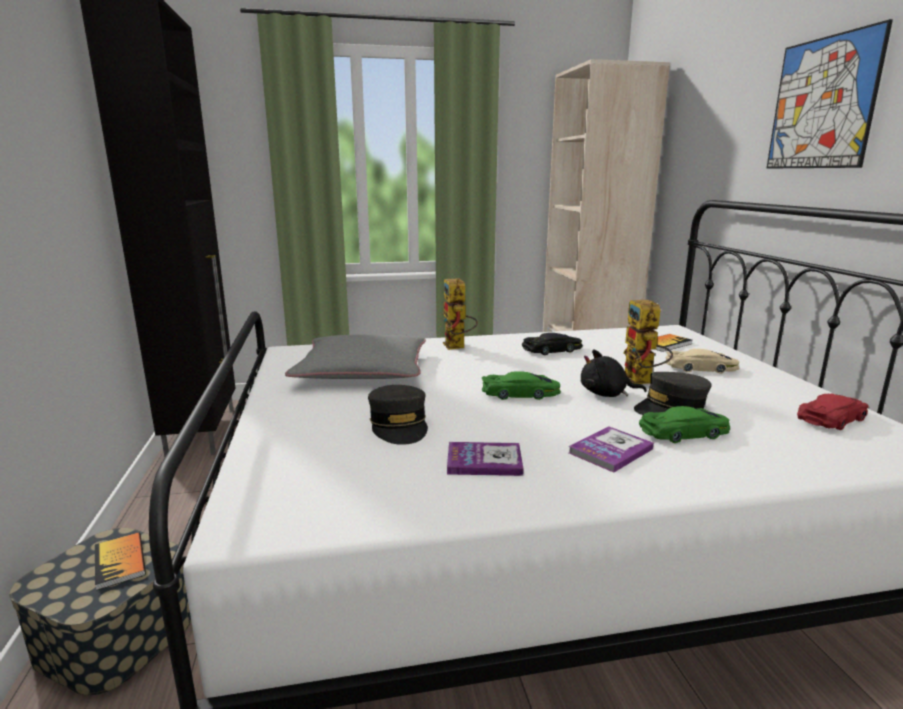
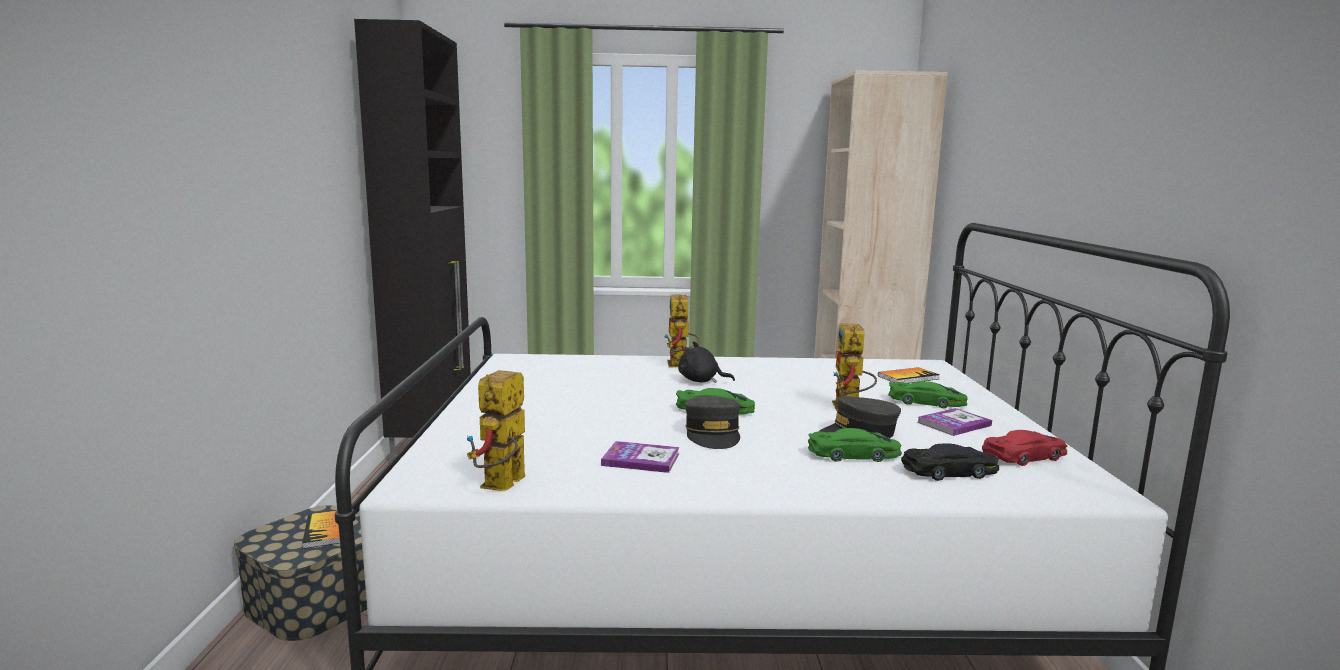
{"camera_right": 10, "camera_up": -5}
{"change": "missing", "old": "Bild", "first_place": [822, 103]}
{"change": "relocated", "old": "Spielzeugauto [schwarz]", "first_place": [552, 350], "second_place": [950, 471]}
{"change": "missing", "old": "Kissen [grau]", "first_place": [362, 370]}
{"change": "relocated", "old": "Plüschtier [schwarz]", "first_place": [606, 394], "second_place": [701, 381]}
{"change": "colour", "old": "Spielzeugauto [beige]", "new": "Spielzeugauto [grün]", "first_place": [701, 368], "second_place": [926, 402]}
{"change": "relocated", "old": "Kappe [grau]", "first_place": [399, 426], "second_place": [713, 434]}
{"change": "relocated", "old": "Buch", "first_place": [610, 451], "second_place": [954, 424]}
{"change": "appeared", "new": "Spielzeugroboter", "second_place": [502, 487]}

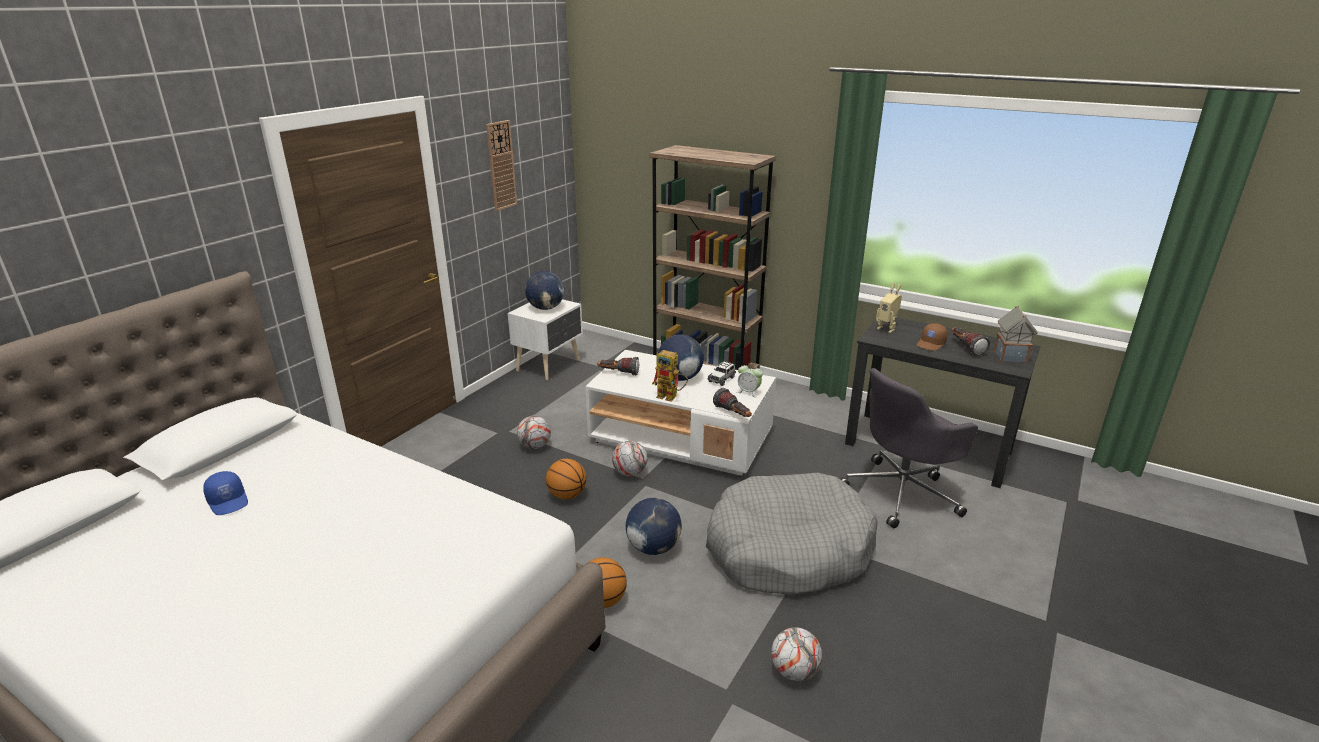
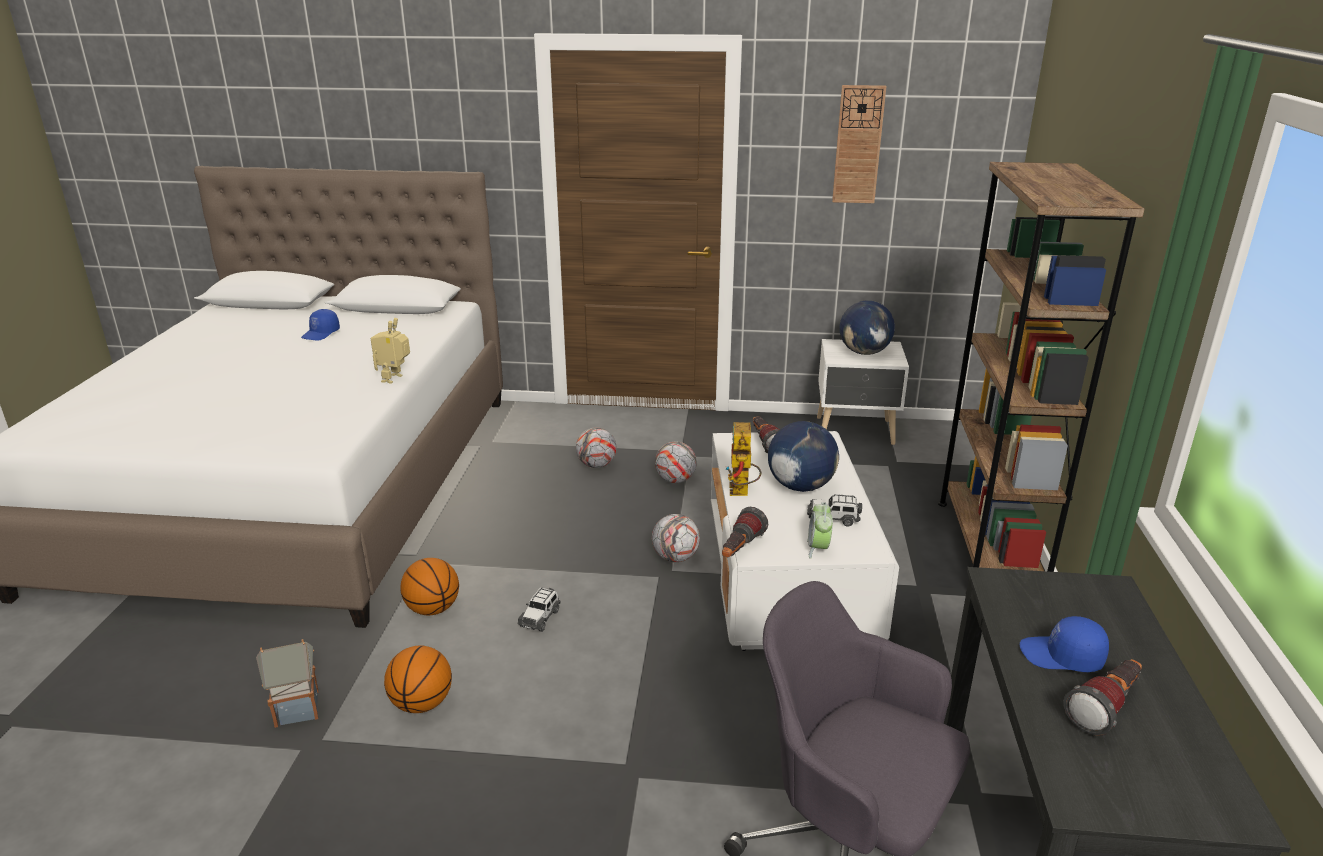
{"camera_right": 65, "camera_up": 0}
{"change": "relocated", "old": "Spielzeugroboter", "first_place": [887, 328], "second_place": [395, 379]}
{"change": "relocated", "old": "Spielzeughaus", "first_place": [1009, 356], "second_place": [298, 708]}
{"change": "colour", "old": "Kappe [braun]", "new": "Kappe [blau]", "first_place": [931, 344], "second_place": [1061, 657]}
{"change": "relocated", "old": "Basketball", "first_place": [567, 495], "second_place": [422, 703]}
{"change": "missing", "old": "Hundebett [grau]", "first_place": [788, 549]}
{"change": "exchanged", "old": "Globus", "new": "Spielzeugauto", "first_place": [653, 547], "second_place": [540, 617]}
{"change": "relocated", "old": "Fußball", "first_place": [794, 672], "second_place": [596, 465]}

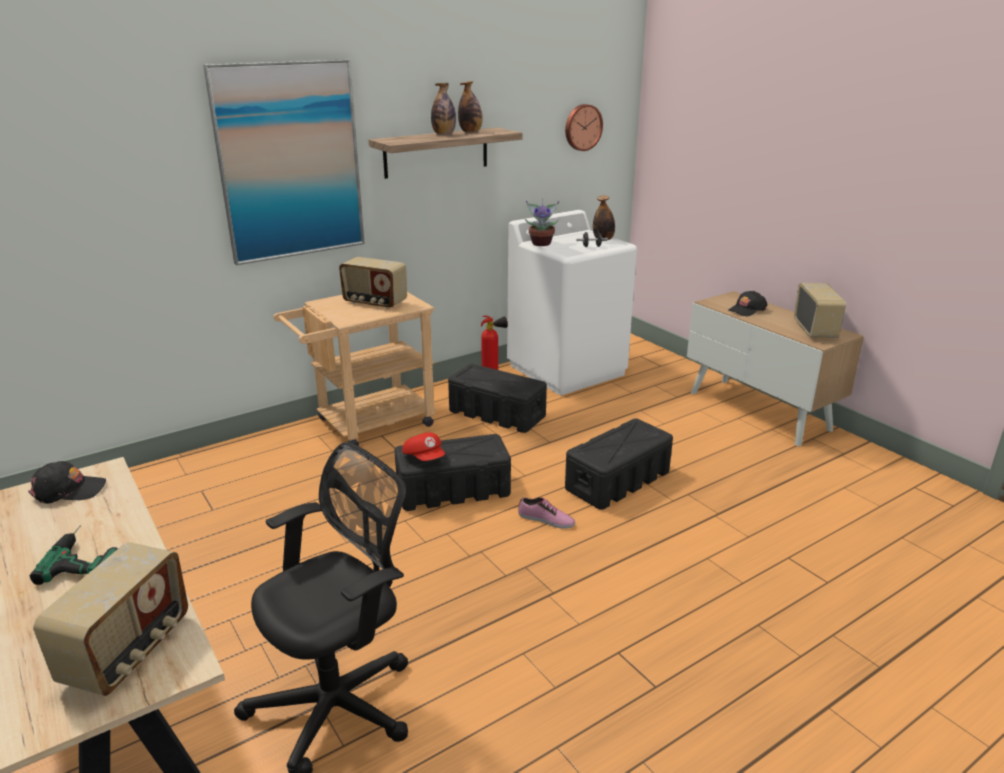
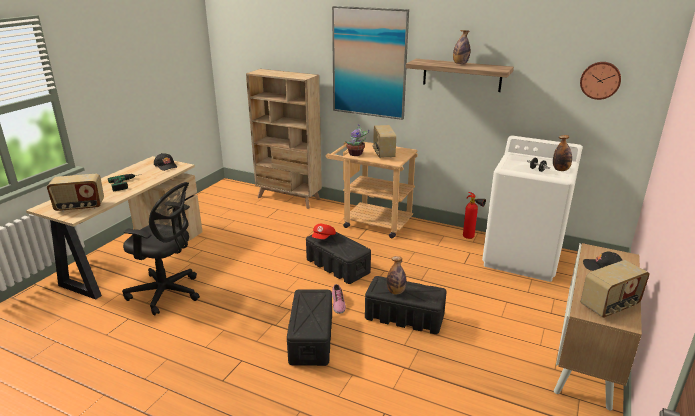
{"camera_right": 60, "camera_up": 0}
{"change": "relocated", "old": "Flasche", "first_place": [470, 132], "second_place": [396, 292]}
{"change": "relocated", "old": "Topfpflanze", "first_place": [541, 243], "second_place": [356, 154]}
{"change": "relocated", "old": "Aufbewahrungsbox [schwarz]", "first_place": [497, 414], "second_place": [311, 339]}
{"change": "appeared", "new": "Bücherregal [beige]", "second_place": [289, 198]}

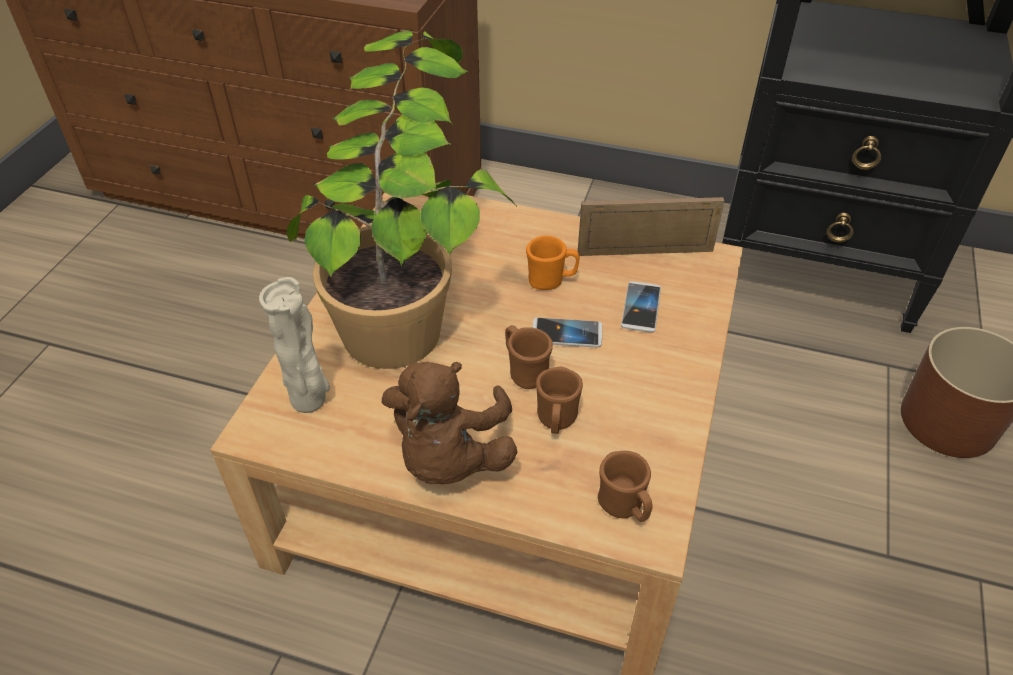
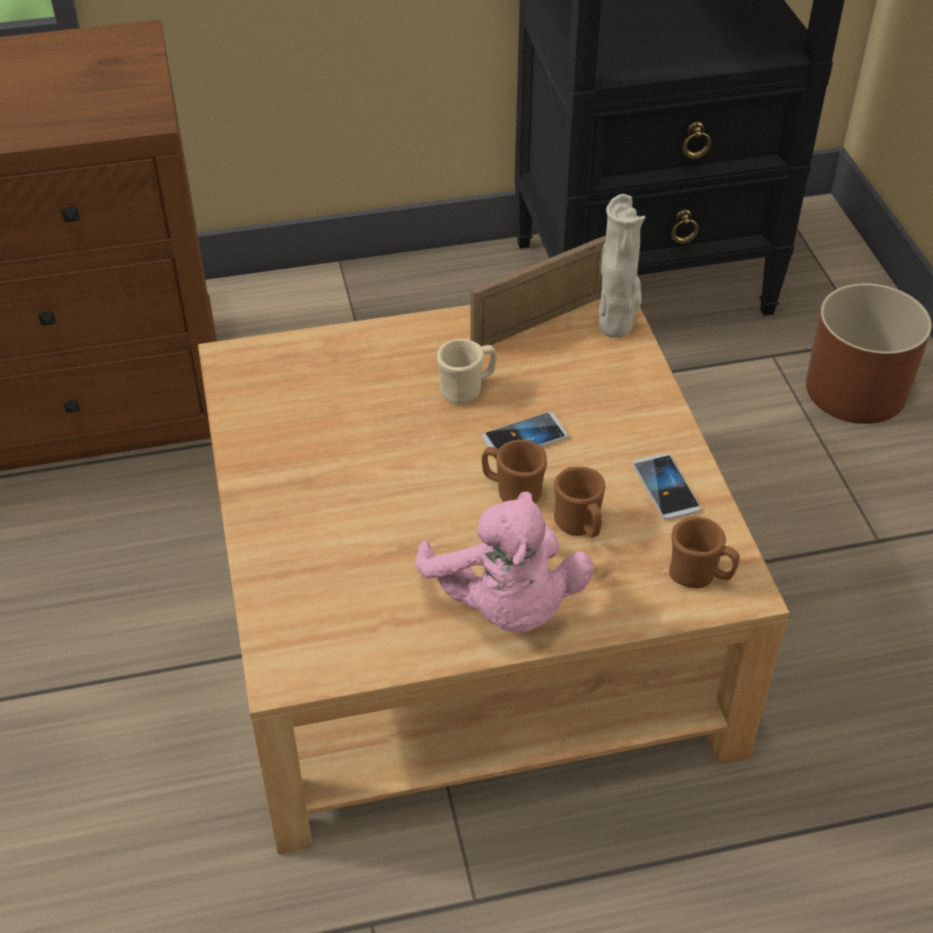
{"camera_right": -30, "camera_up": 0}
{"change": "missing", "old": "Topfpflanze", "first_place": [412, 298]}
{"change": "colour", "old": "Henkelbecher [orange]", "new": "Henkelbecher [beige]", "first_place": [551, 281], "second_place": [467, 389]}
{"change": "relocated", "old": "Vase [beige]", "first_place": [310, 401], "second_place": [617, 327]}
{"change": "relocated", "old": "Handy", "first_place": [641, 308], "second_place": [666, 488]}
{"change": "colour", "old": "Plüschtier [braun]", "new": "Plüschtier [rosa]", "first_place": [449, 456], "second_place": [505, 605]}

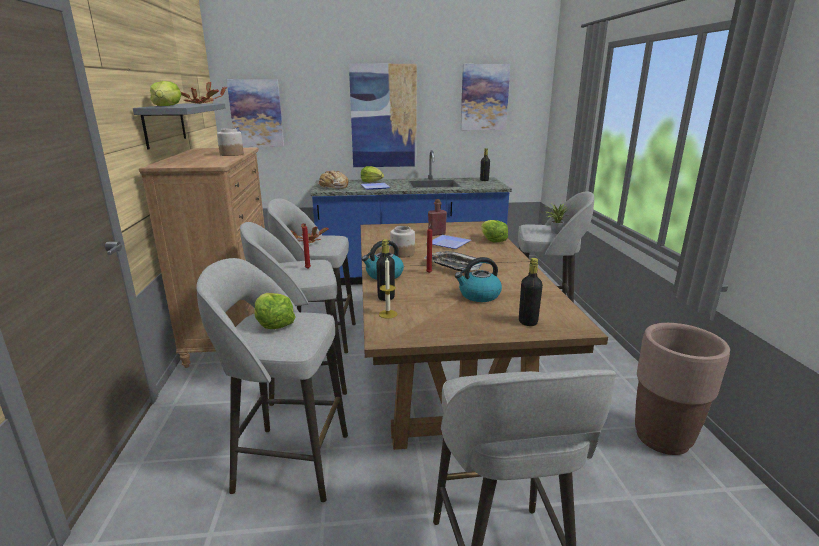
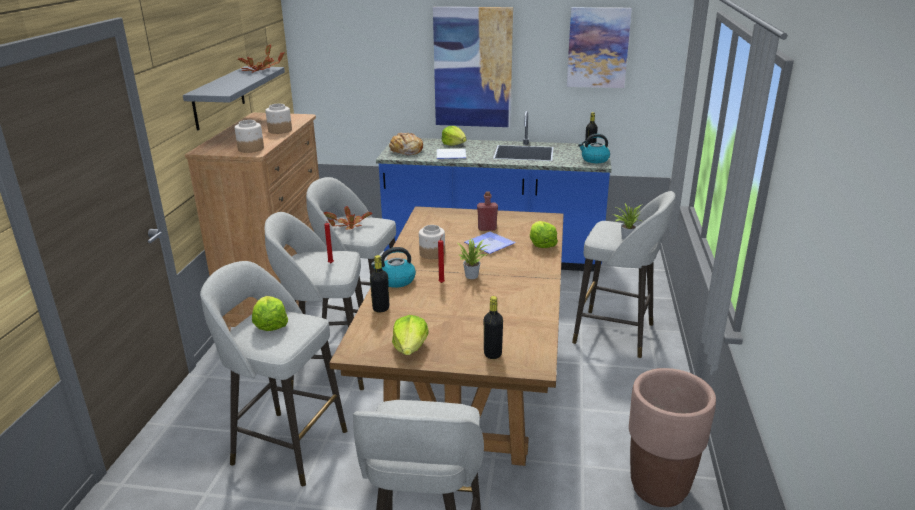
{"camera_right": 15, "camera_up": 5}
{"change": "missing", "old": "Bild", "first_place": [256, 113]}
{"change": "relocated", "old": "Salatkopf", "first_place": [167, 106], "second_place": [410, 348]}
{"change": "exchanged", "old": "Tablett", "new": "Topfpflanze", "first_place": [453, 265], "second_place": [473, 275]}
{"change": "relocated", "old": "Wasserkessel", "first_place": [478, 295], "second_place": [594, 160]}
{"change": "missing", "old": "Kerze", "first_place": [388, 314]}
{"change": "appeared", "new": "Vorratsglas", "second_place": [250, 149]}

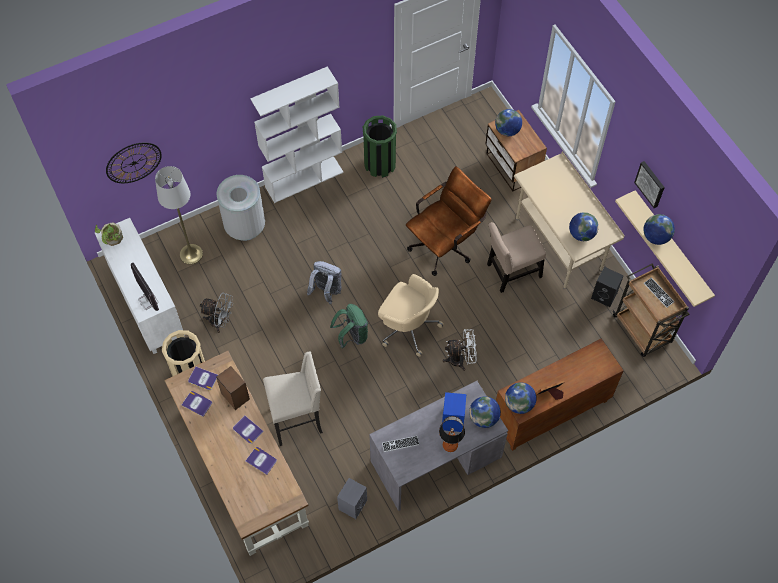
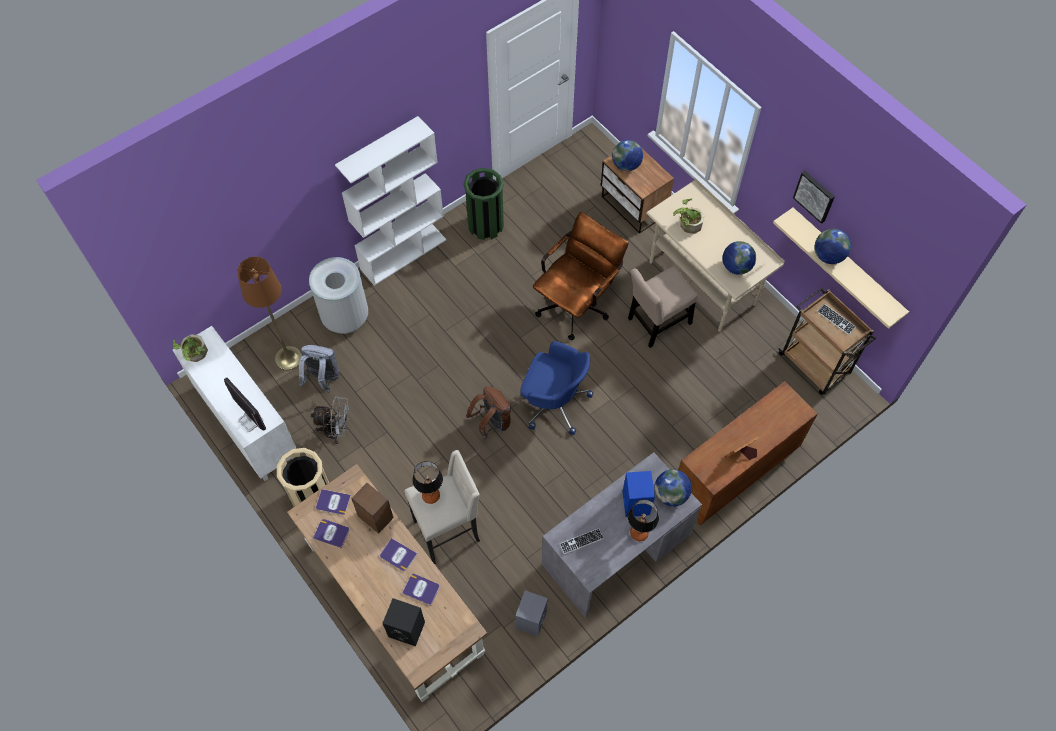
{"camera_right": -10, "camera_up": 0}
{"change": "missing", "old": "Wanduhr", "first_place": [133, 163]}
{"change": "colour", "old": "Stehlampe [grau]", "new": "Stehlampe [braun]", "first_place": [191, 254], "second_place": [288, 358]}
{"change": "relocated", "old": "Rucksack [grau]", "first_place": [326, 291], "second_place": [323, 379]}
{"change": "relocated", "old": "Lautsprecher [schwarz]", "first_place": [605, 295], "second_place": [407, 629]}
{"change": "colour", "old": "Bürostuhl [beige]", "new": "Bürostuhl [blau]", "first_place": [408, 326], "second_place": [554, 402]}
{"change": "colour", "old": "Rucksack [grün]", "new": "Rucksack [braun]", "first_place": [352, 336], "second_place": [492, 423]}
{"change": "missing", "old": "Ventilator [weiß]", "first_place": [460, 359]}
{"change": "missing", "old": "Globus", "first_place": [519, 404]}
{"change": "appeared", "new": "Topfpflanze", "second_place": [687, 224]}
{"change": "appeared", "new": "Tischlampe", "second_place": [430, 496]}

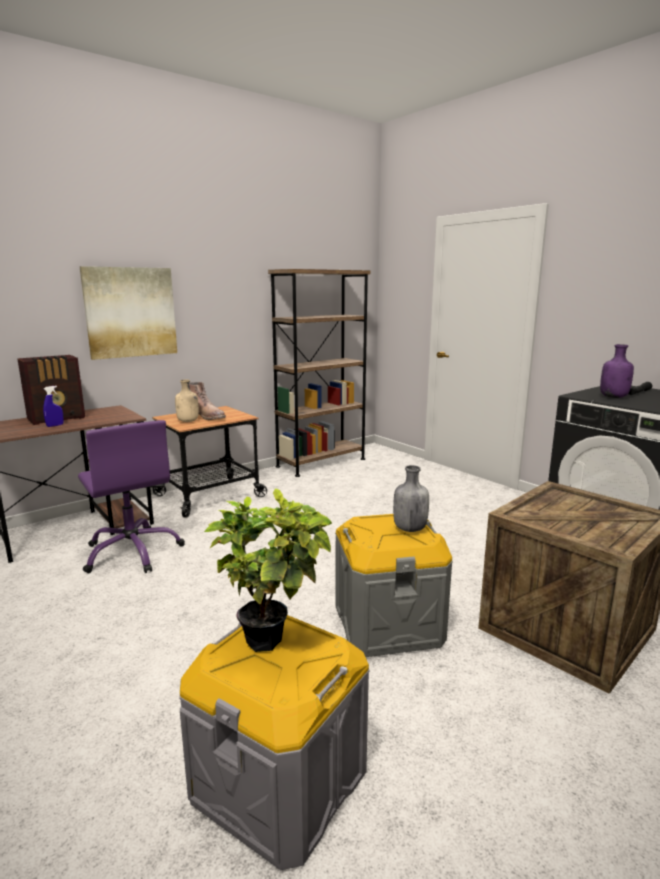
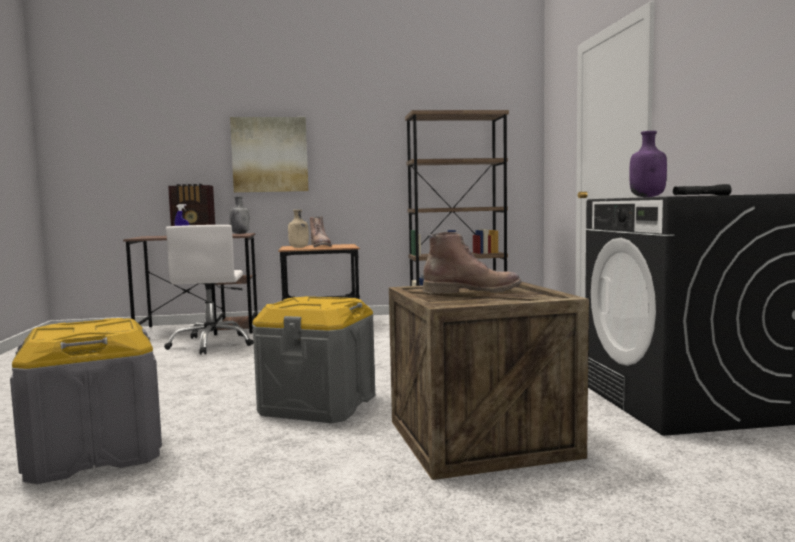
{"camera_right": 30, "camera_up": -10}
{"change": "colour", "old": "Bürostuhl [lila]", "new": "Bürostuhl [weiß]", "first_place": [133, 552], "second_place": [212, 344]}
{"change": "relocated", "old": "Flasche [grau]", "first_place": [409, 528], "second_place": [240, 233]}
{"change": "missing", "old": "Topfpflanze", "first_place": [274, 638]}
{"change": "appeared", "new": "Stiefel [braun]", "second_place": [472, 291]}

